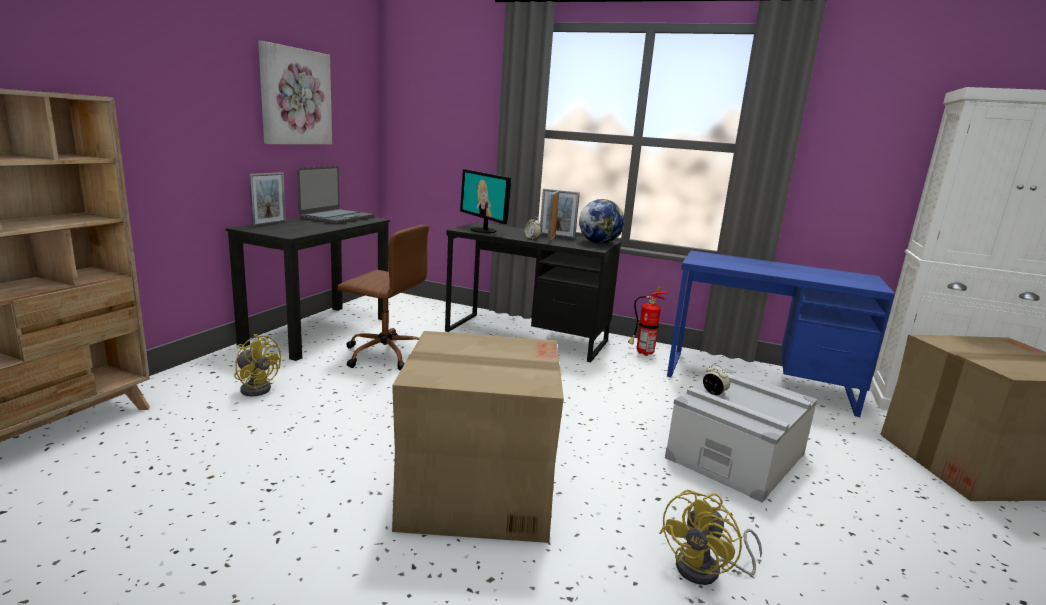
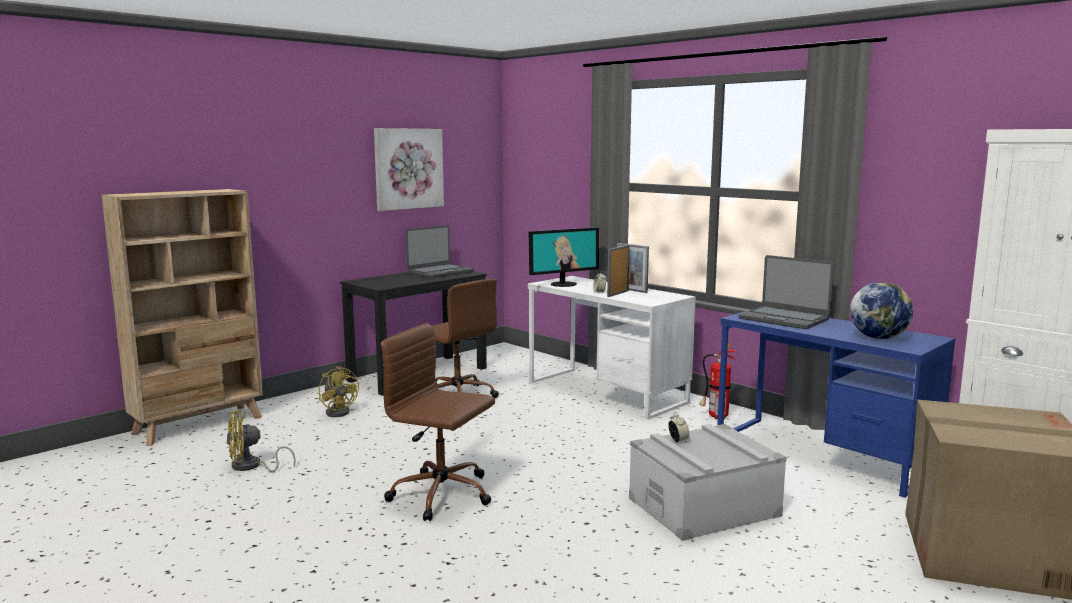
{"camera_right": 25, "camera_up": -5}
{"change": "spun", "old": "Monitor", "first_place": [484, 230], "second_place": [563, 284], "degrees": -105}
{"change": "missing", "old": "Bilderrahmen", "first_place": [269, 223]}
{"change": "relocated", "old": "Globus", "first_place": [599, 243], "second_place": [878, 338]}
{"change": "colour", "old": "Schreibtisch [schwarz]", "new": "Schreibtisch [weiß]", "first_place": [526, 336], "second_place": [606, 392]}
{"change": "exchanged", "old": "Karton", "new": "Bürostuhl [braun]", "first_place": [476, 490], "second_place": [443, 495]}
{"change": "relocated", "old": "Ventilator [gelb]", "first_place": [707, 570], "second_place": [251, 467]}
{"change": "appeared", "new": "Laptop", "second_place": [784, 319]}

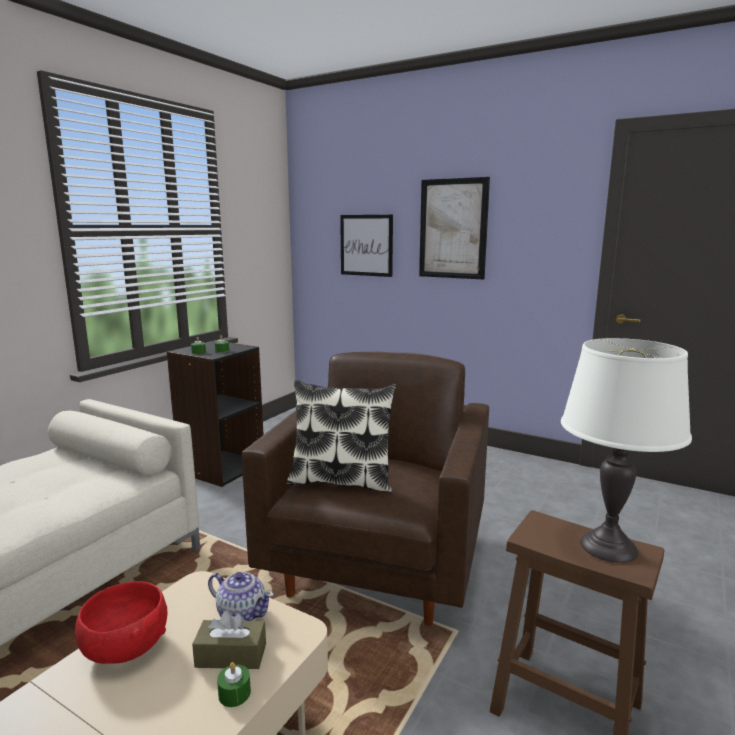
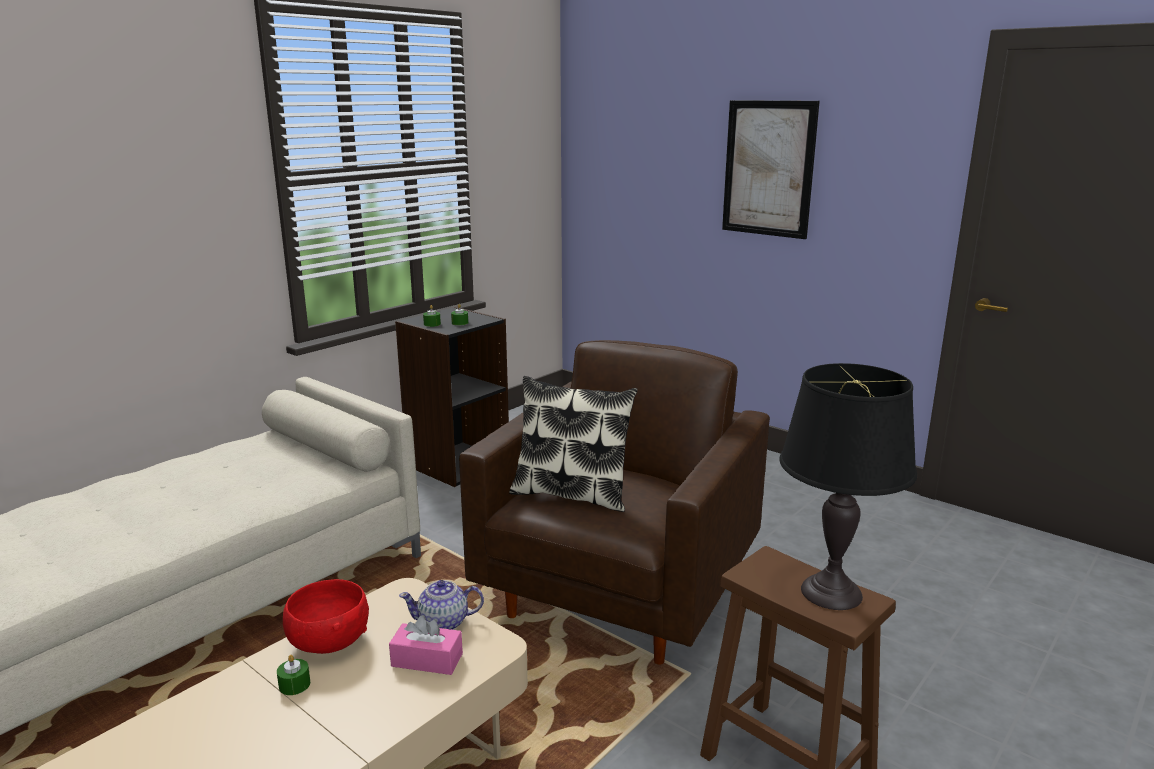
{"camera_right": 10, "camera_up": 5}
{"change": "missing", "old": "Bild", "first_place": [366, 245]}
{"change": "colour", "old": "Tischlampe [weiß]", "new": "Tischlampe [schwarz]", "first_place": [608, 546], "second_place": [831, 592]}
{"change": "spun", "old": "Teekanne", "first_place": [241, 613], "second_place": [444, 623], "degrees": 135}
{"change": "colour", "old": "Taschentuchbox [braun]", "new": "Taschentuchbox [rosa]", "first_place": [231, 655], "second_place": [427, 660]}
{"change": "relocated", "old": "Kerze [grün]", "first_place": [234, 693], "second_place": [294, 685]}

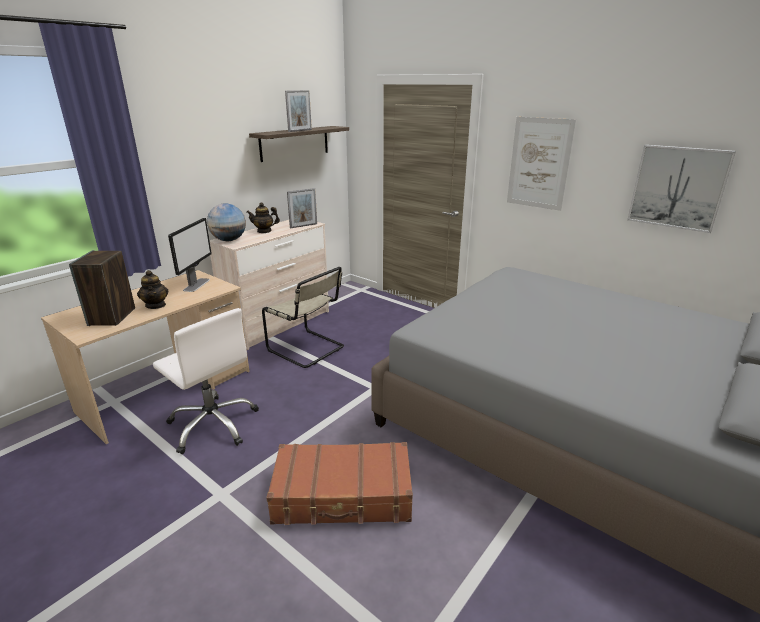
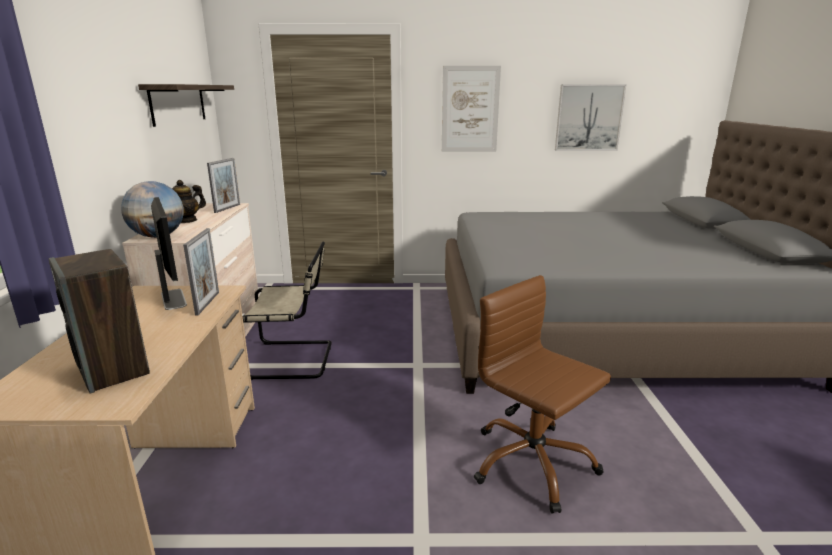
{"camera_right": -40, "camera_up": -5}
{"change": "relocated", "old": "Bilderrahmen", "first_place": [300, 130], "second_place": [207, 303]}
{"change": "missing", "old": "Teekanne", "first_place": [156, 305]}
{"change": "missing", "old": "Bürostuhl [weiß]", "first_place": [213, 424]}
{"change": "exchanged", "old": "Koffer [braun]", "new": "Bürostuhl [braun]", "first_place": [343, 495], "second_place": [531, 463]}

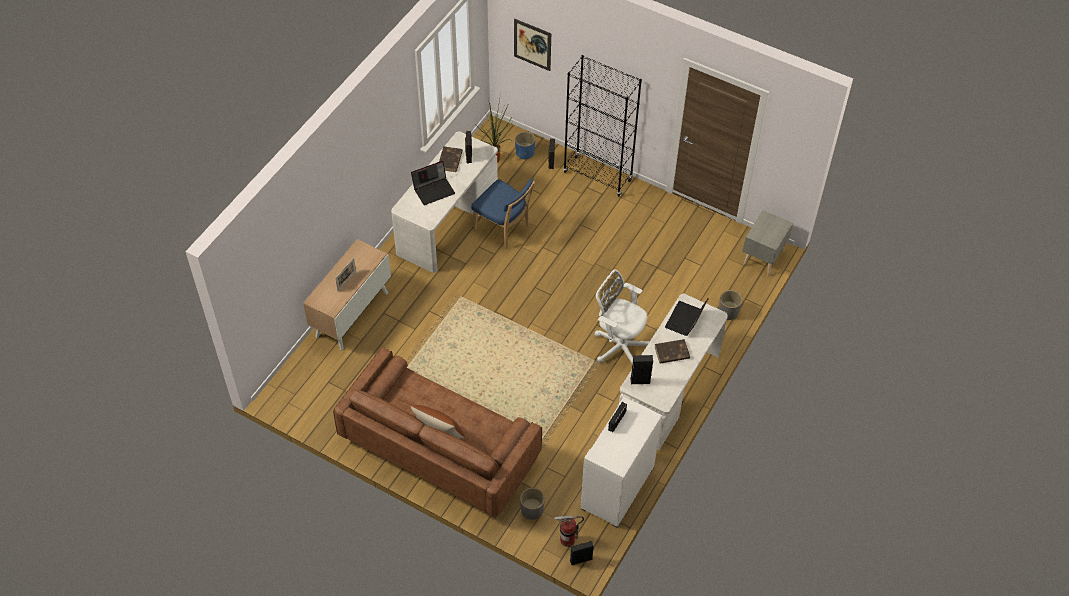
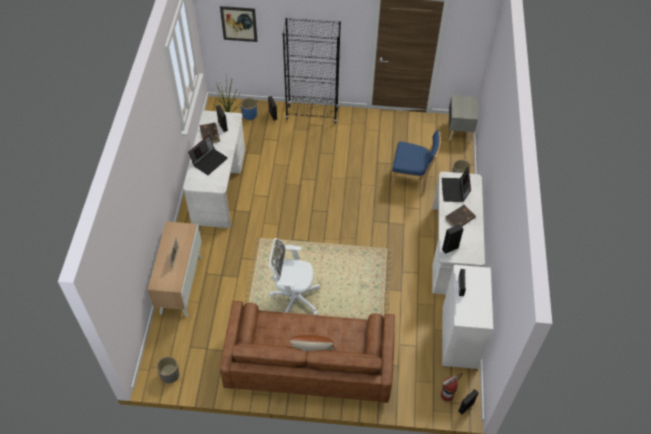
{"camera_right": -25, "camera_up": 0}
{"change": "relocated", "old": "Stuhl [blau]", "first_place": [503, 229], "second_place": [412, 179]}
{"change": "relocated", "old": "Bürostuhl [weiß]", "first_place": [619, 346], "second_place": [293, 297]}
{"change": "relocated", "old": "Pflanzkübel [grau]", "first_place": [532, 510], "second_place": [170, 374]}

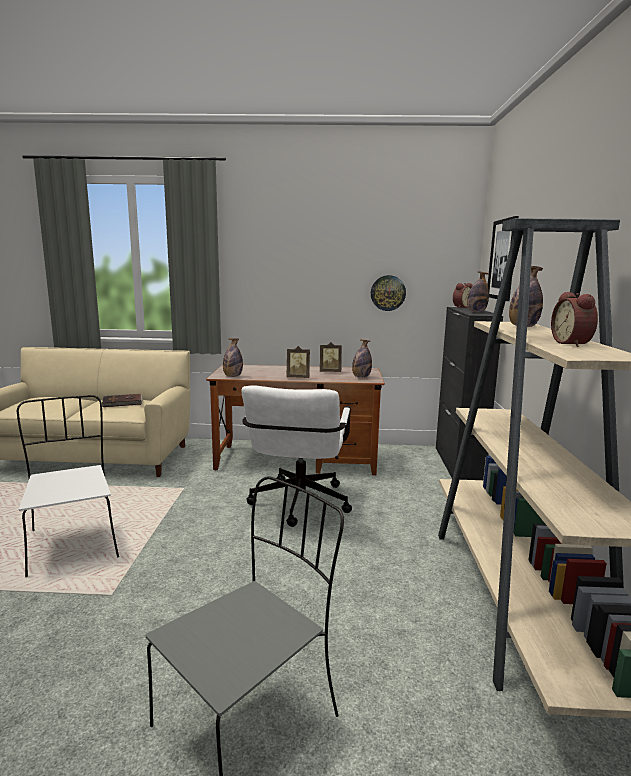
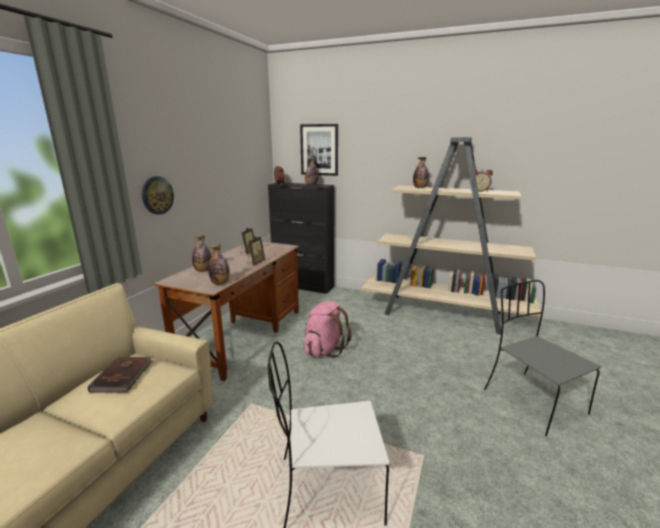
{"camera_right": -70, "camera_up": 5}
{"change": "relocated", "old": "Wanduhr", "first_place": [388, 293], "second_place": [157, 195]}
{"change": "relocated", "old": "Flasche", "first_place": [361, 377], "second_place": [203, 271]}
{"change": "exchanged", "old": "Bürostuhl [weiß]", "new": "Rucksack [rosa]", "first_place": [298, 506], "second_place": [325, 349]}

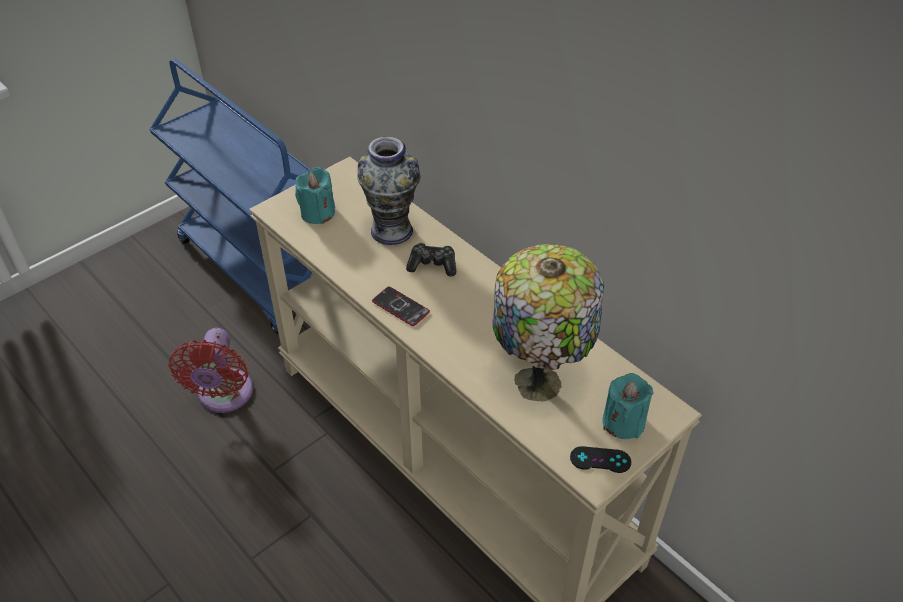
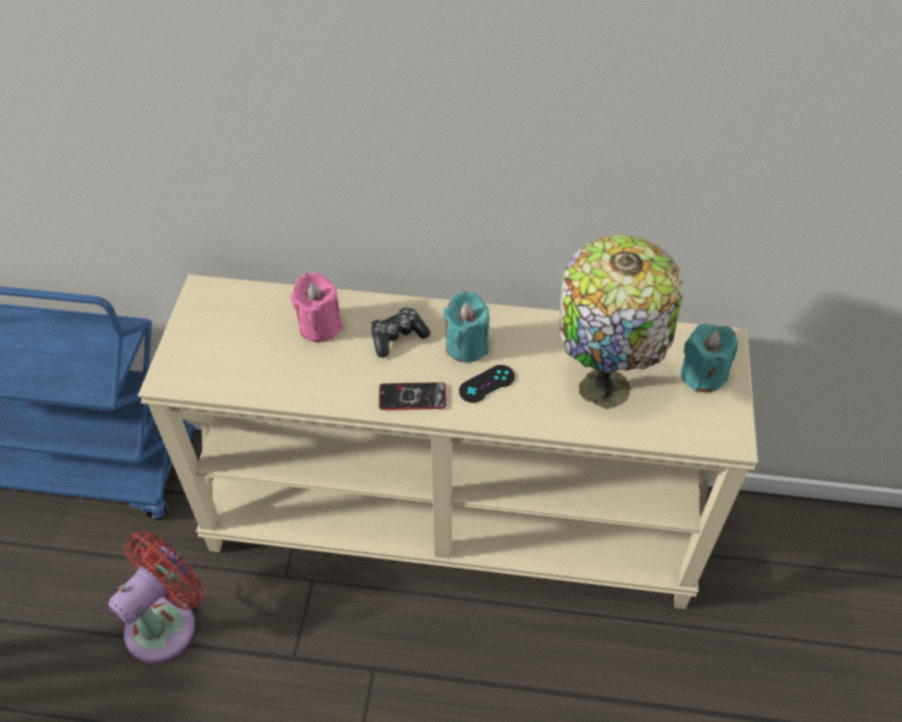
{"camera_right": -40, "camera_up": 5}
{"change": "exchanged", "old": "Vase", "new": "Kerze [rosa]", "first_place": [392, 230], "second_place": [320, 326]}
{"change": "relocated", "old": "Kerze [türkis]", "first_place": [317, 213], "second_place": [466, 346]}
{"change": "spun", "old": "Ventilator [rot]", "first_place": [224, 396], "second_place": [167, 623], "degrees": -105}
{"change": "relocated", "old": "Gamepad [schwarz]", "first_place": [600, 460], "second_place": [487, 384]}

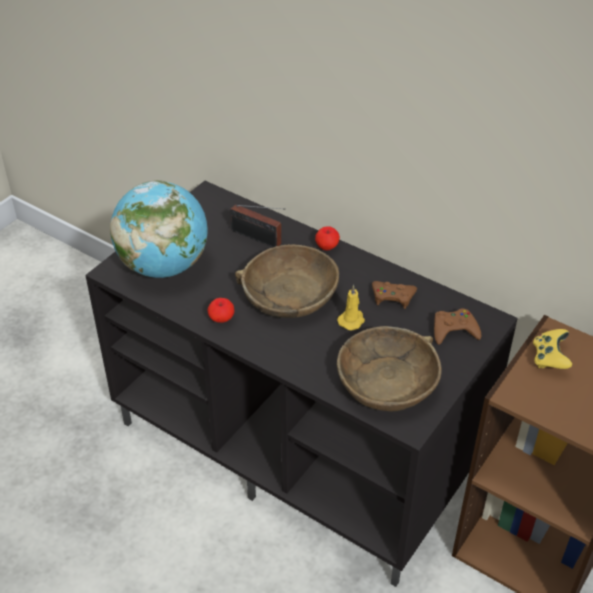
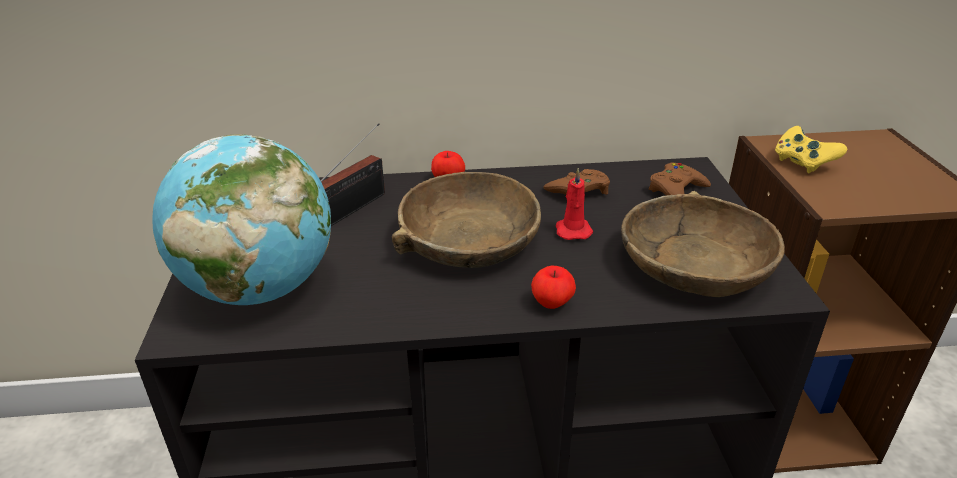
{"camera_right": -40, "camera_up": -10}
{"change": "spun", "old": "Radio", "first_place": [258, 238], "second_place": [356, 206], "degrees": -45}
{"change": "colour", "old": "Kerze [gelb]", "new": "Kerze [rot]", "first_place": [352, 320], "second_place": [572, 230]}
{"change": "relocated", "old": "Apfel", "first_place": [221, 319], "second_place": [552, 303]}

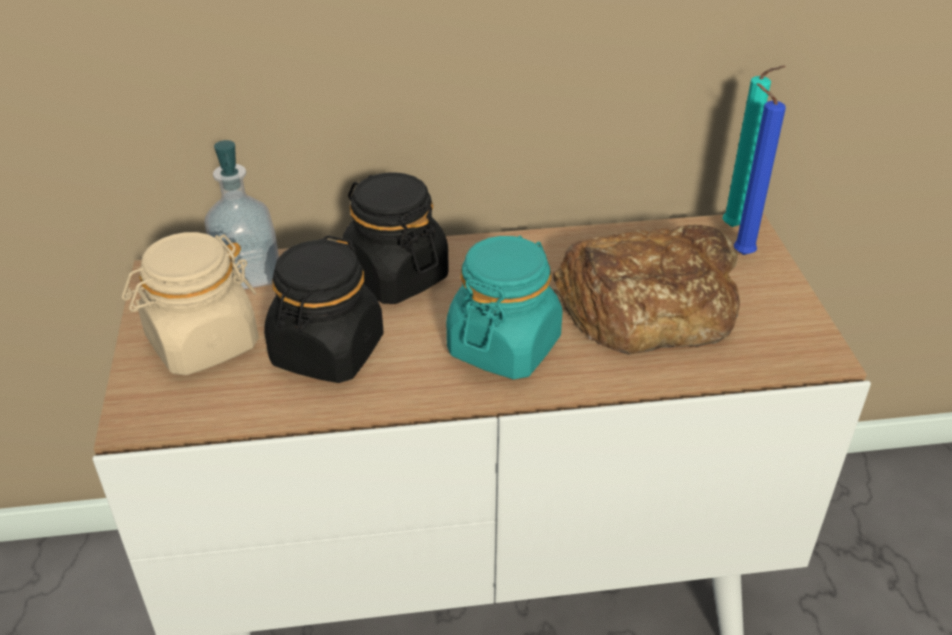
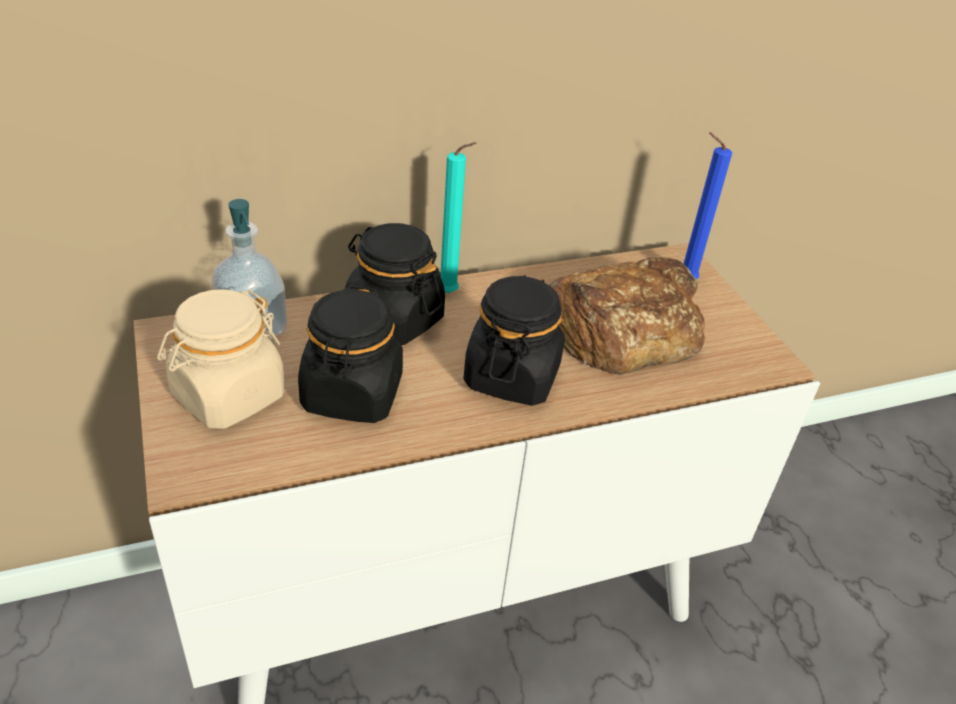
{"camera_right": -15, "camera_up": 0}
{"change": "relocated", "old": "Kerze [türkis]", "first_place": [735, 228], "second_place": [451, 294]}
{"change": "colour", "old": "Vorratsglas [türkis]", "new": "Vorratsglas [schwarz]", "first_place": [504, 346], "second_place": [512, 376]}

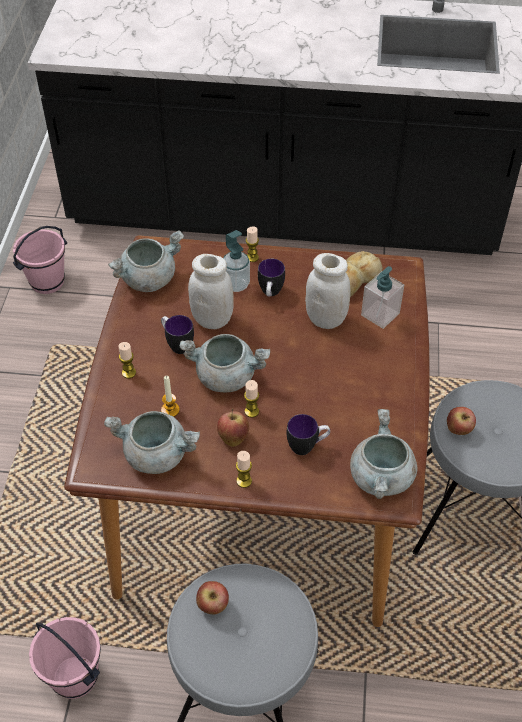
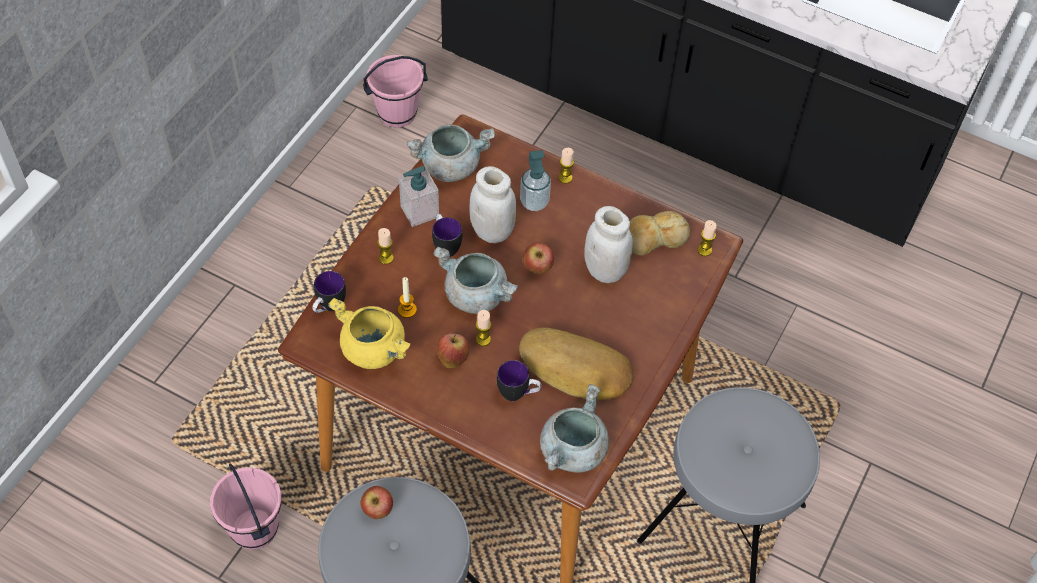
{"camera_right": 20, "camera_up": 5}
{"change": "relocated", "old": "Henkelbecher", "first_place": [270, 294], "second_place": [328, 308]}
{"change": "relocated", "old": "Seifenspender", "first_place": [380, 314], "second_place": [419, 211]}
{"change": "relocated", "old": "Apfel", "first_place": [458, 430], "second_place": [537, 268]}
{"change": "colour", "old": "Kochtopf [grau]", "new": "Kochtopf [gelb]", "first_place": [157, 454], "second_place": [374, 349]}
{"change": "relocated", "old": "Kerze", "first_place": [244, 481], "second_place": [704, 250]}
{"change": "appeared", "new": "Brot", "second_place": [575, 370]}

